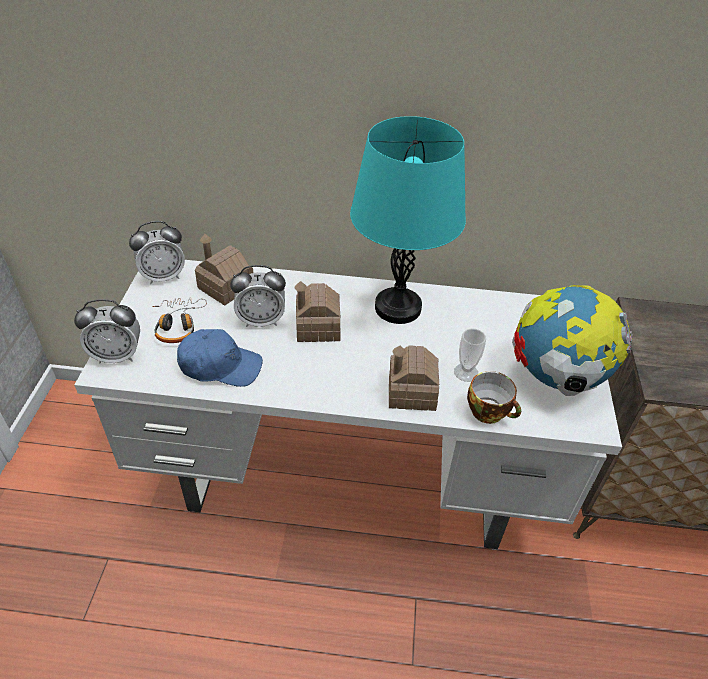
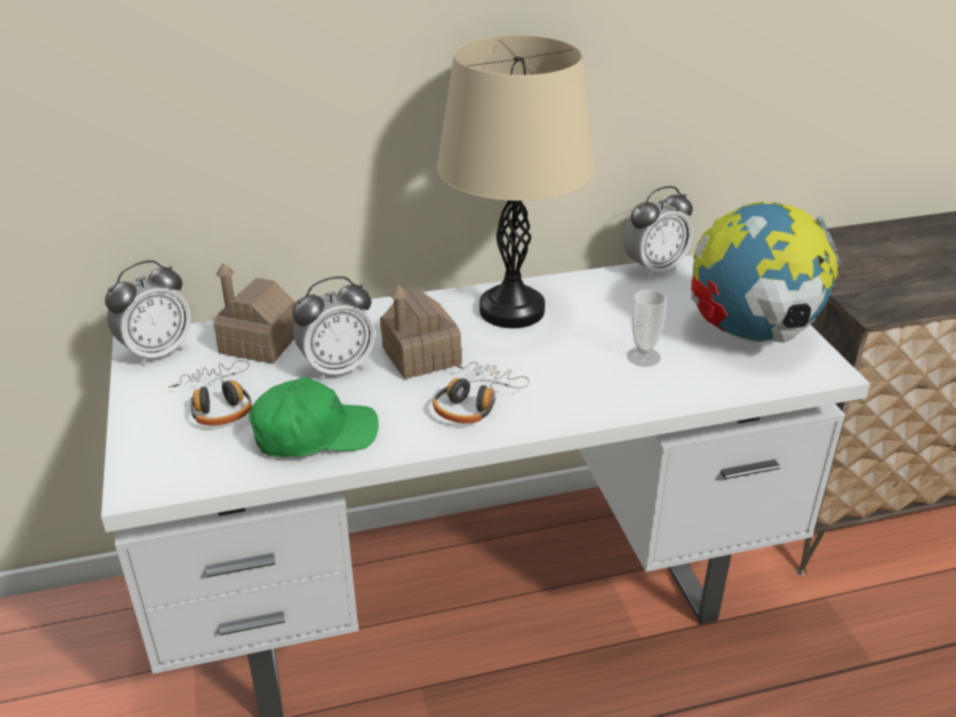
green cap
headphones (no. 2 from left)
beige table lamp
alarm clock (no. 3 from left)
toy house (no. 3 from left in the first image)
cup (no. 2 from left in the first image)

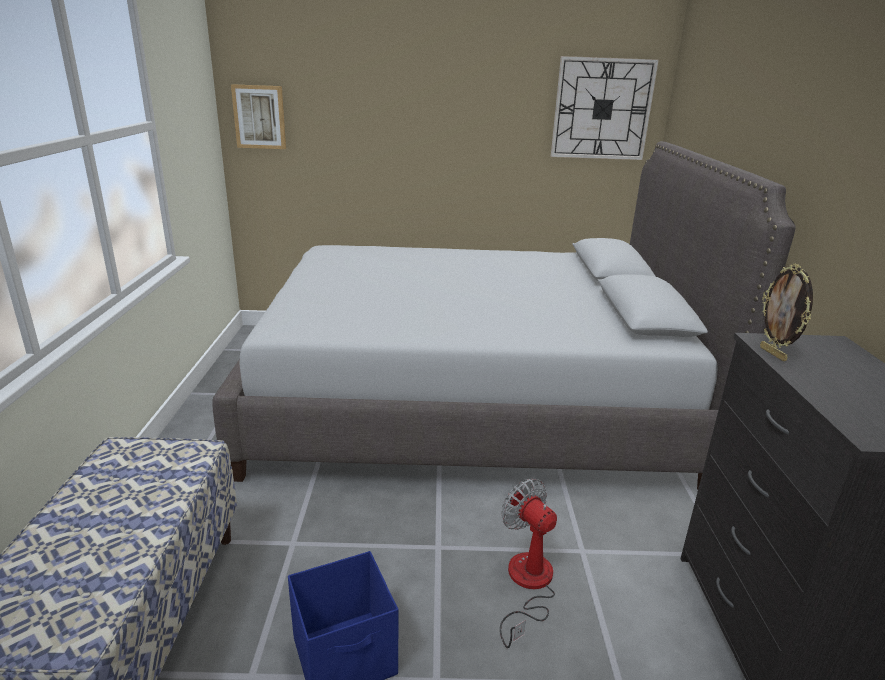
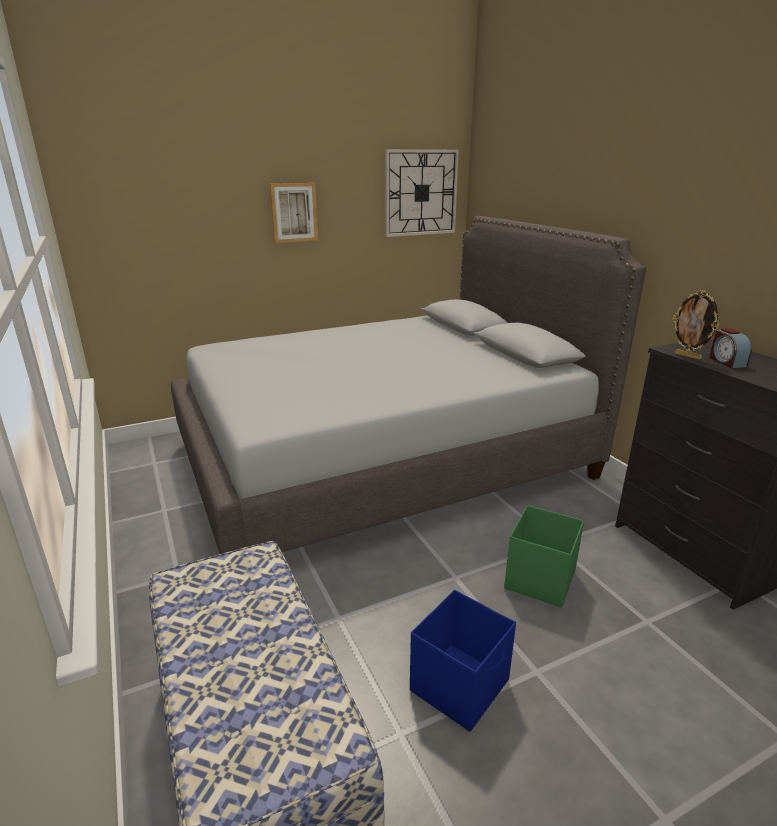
picture
green storage box
alarm clock

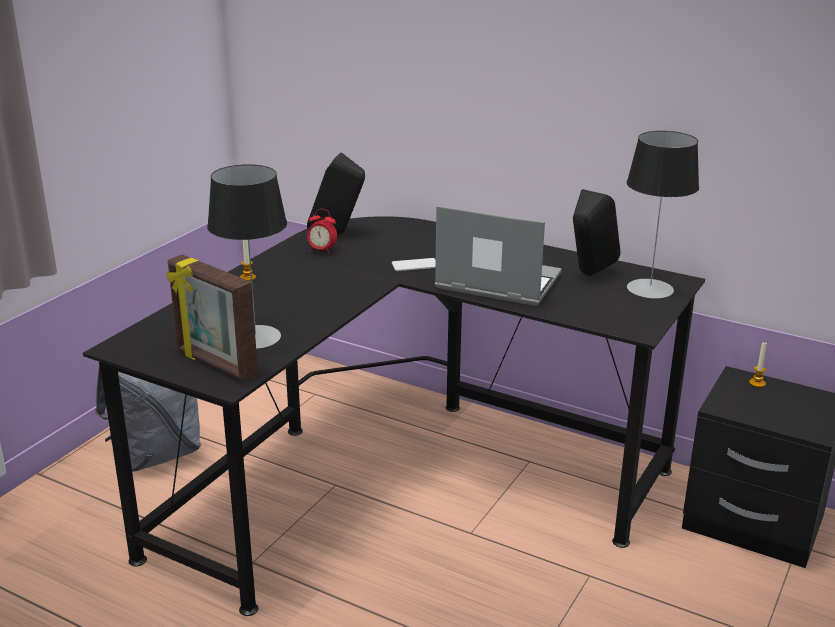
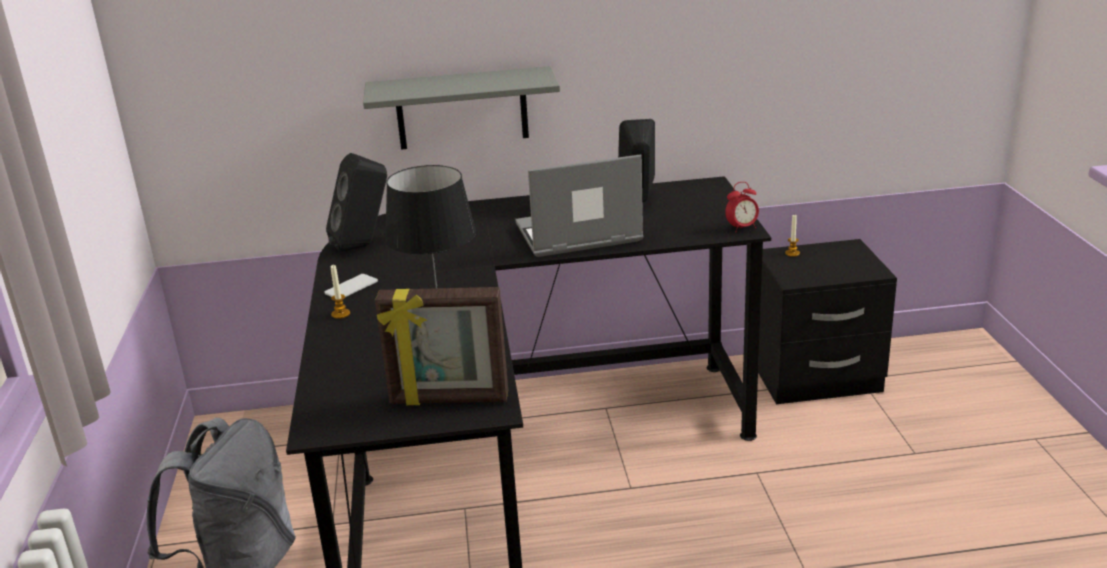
phone
grey shelf
alarm clock
table lamp (no. 2 from left in the first image)

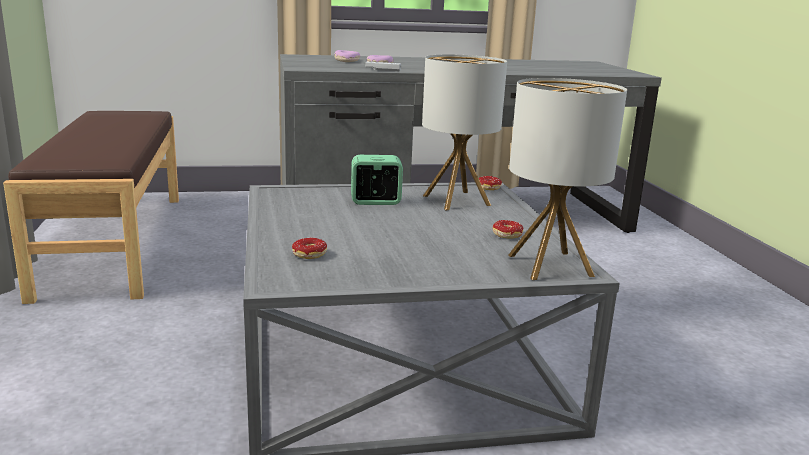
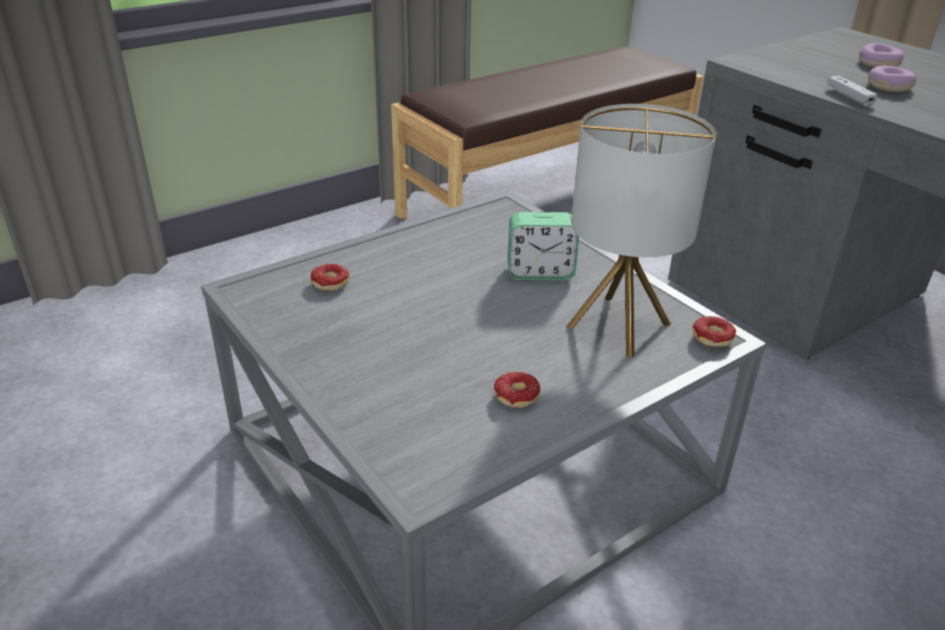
alarm clock
table lamp (no. 2 from left in the first image)

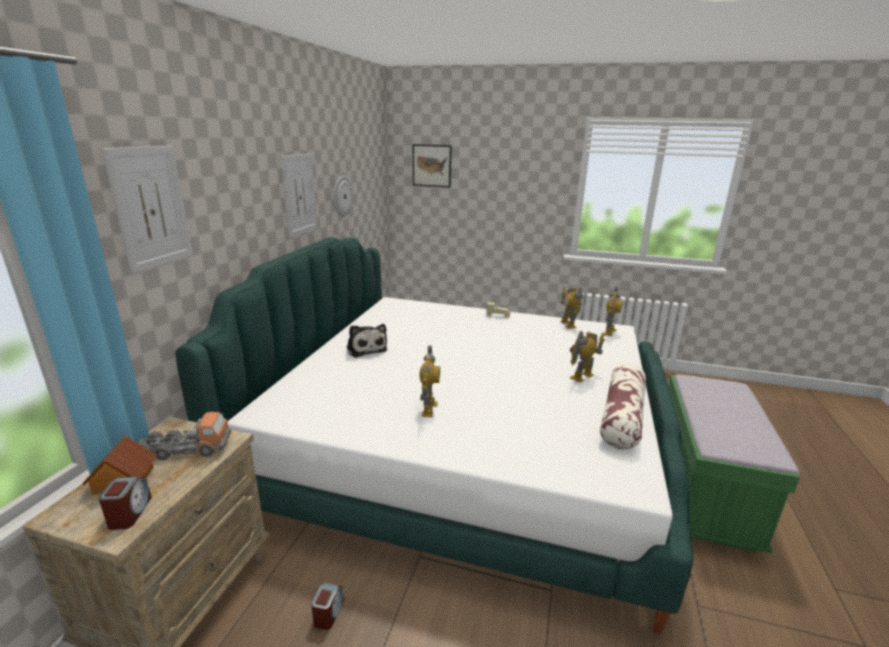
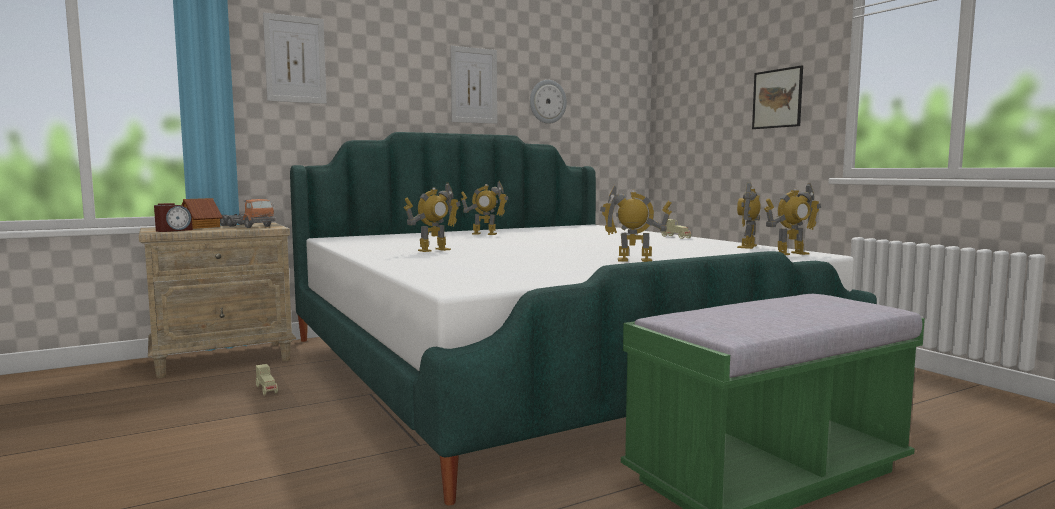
beige toy car (no. 1 from left)
toy robot (no. 2 from left)
picture (no. 3 from left)
pillow

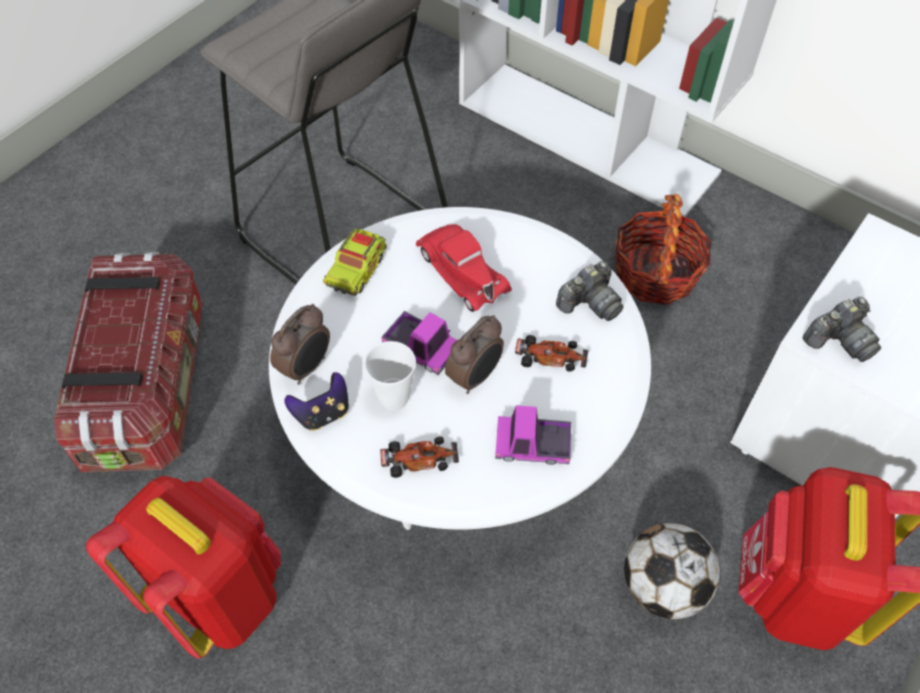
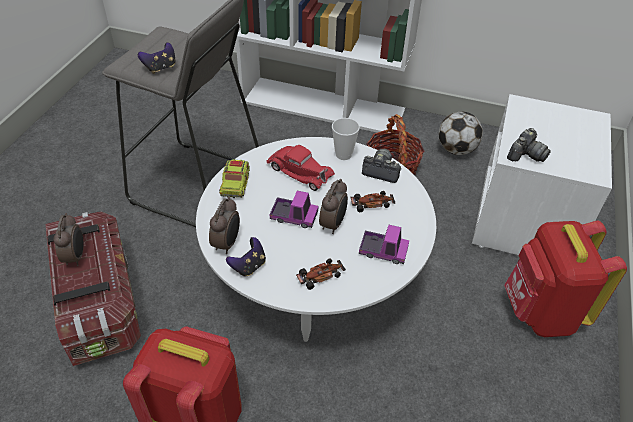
alarm clock (no. 1 from left)
game controller (no. 1 from left)
cup
toy truck (no. 3 from left)
photo camera (no. 1 from left)
football

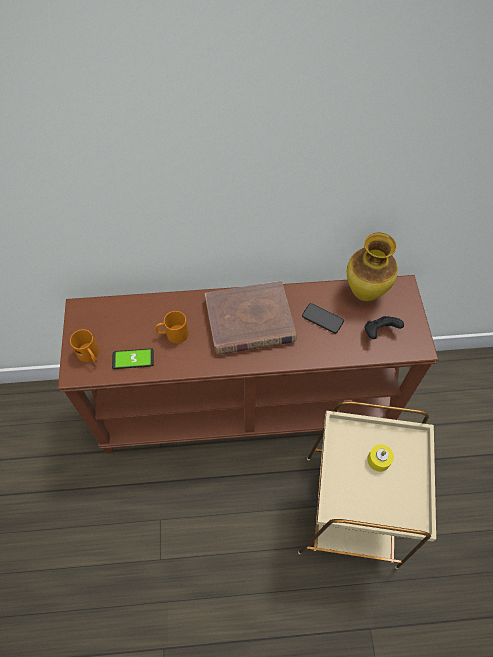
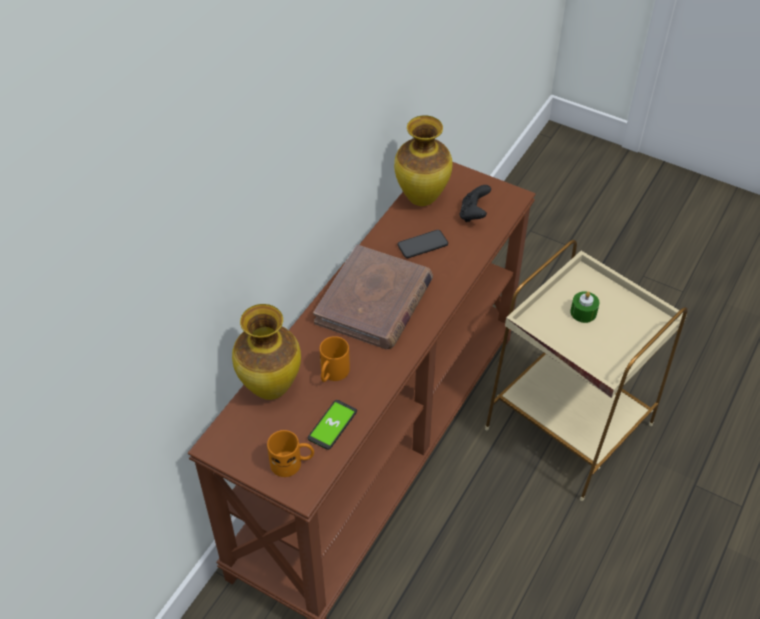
vase (no. 1 from left)
green candle

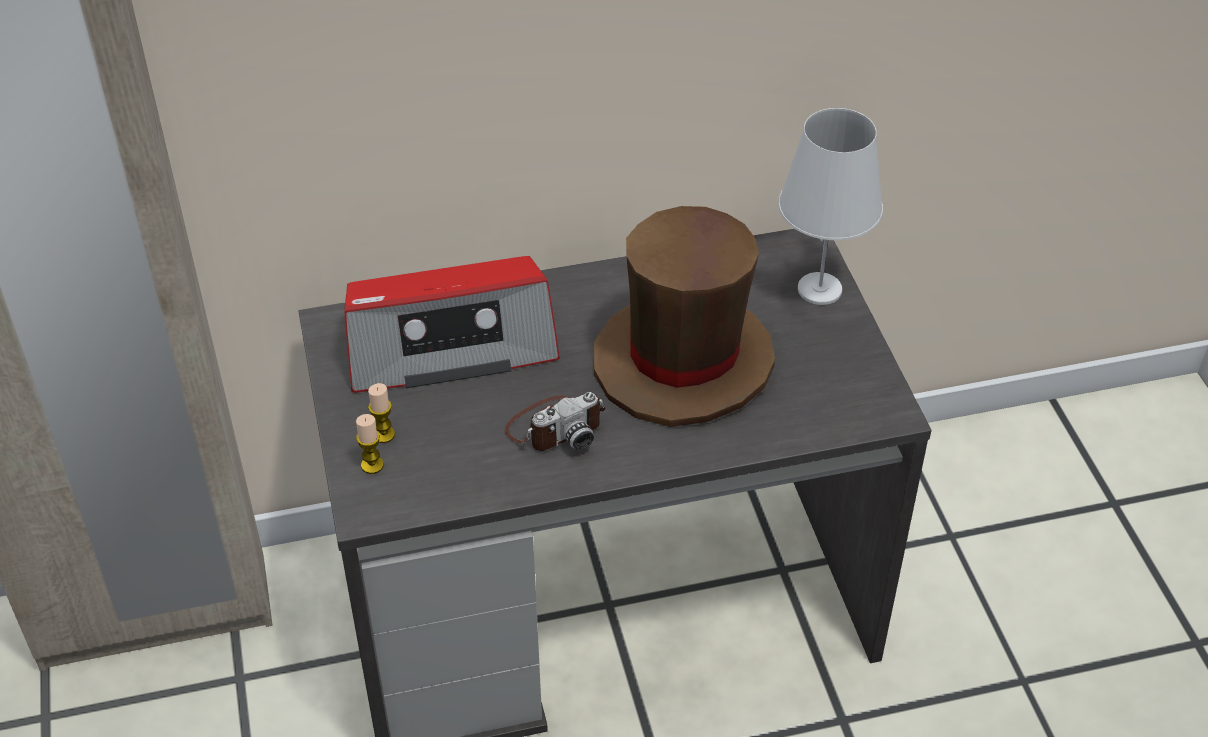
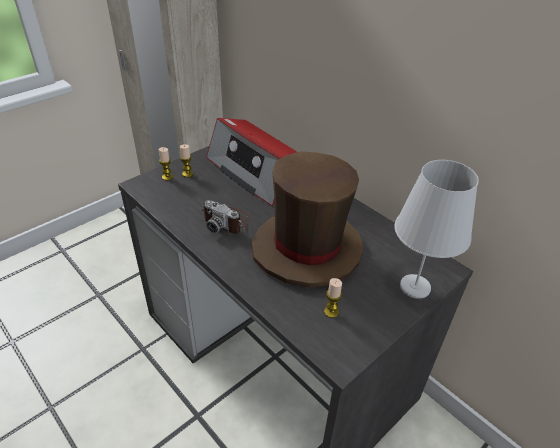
candle (no. 3 from left)

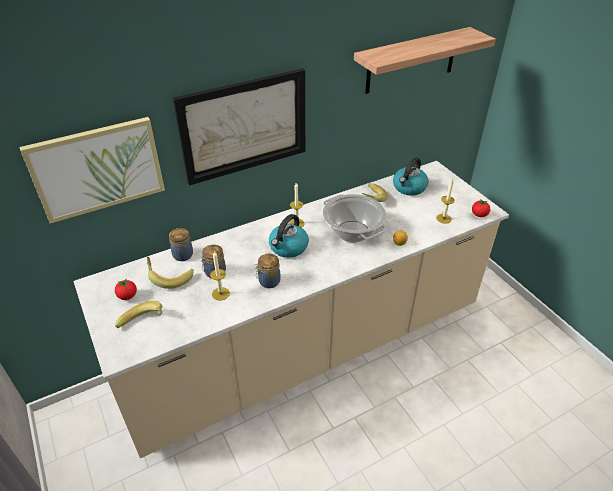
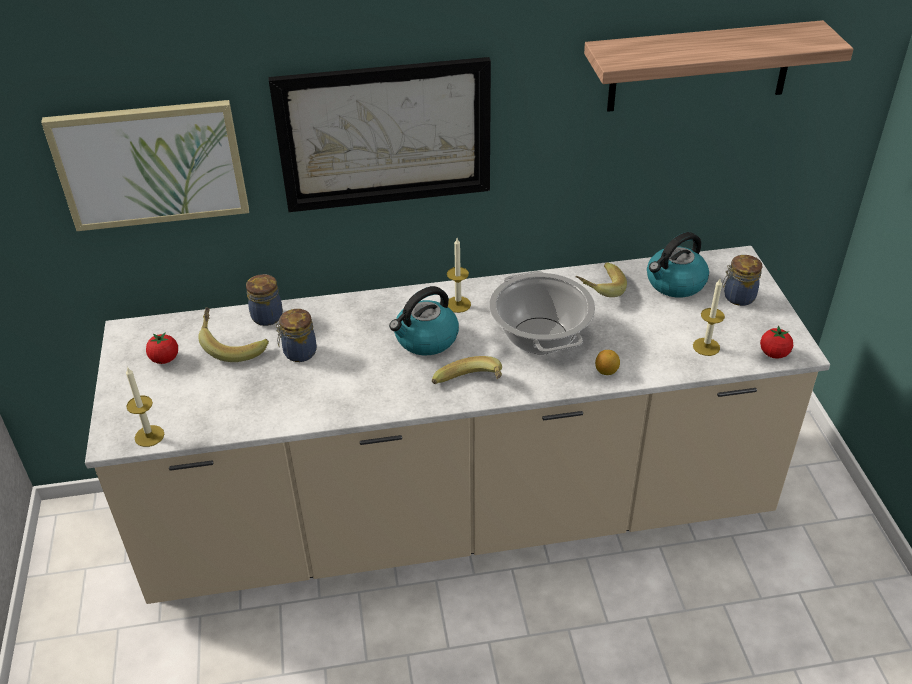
candle (no. 1 from left)
banana (no. 2 from left)
jar (no. 3 from left)

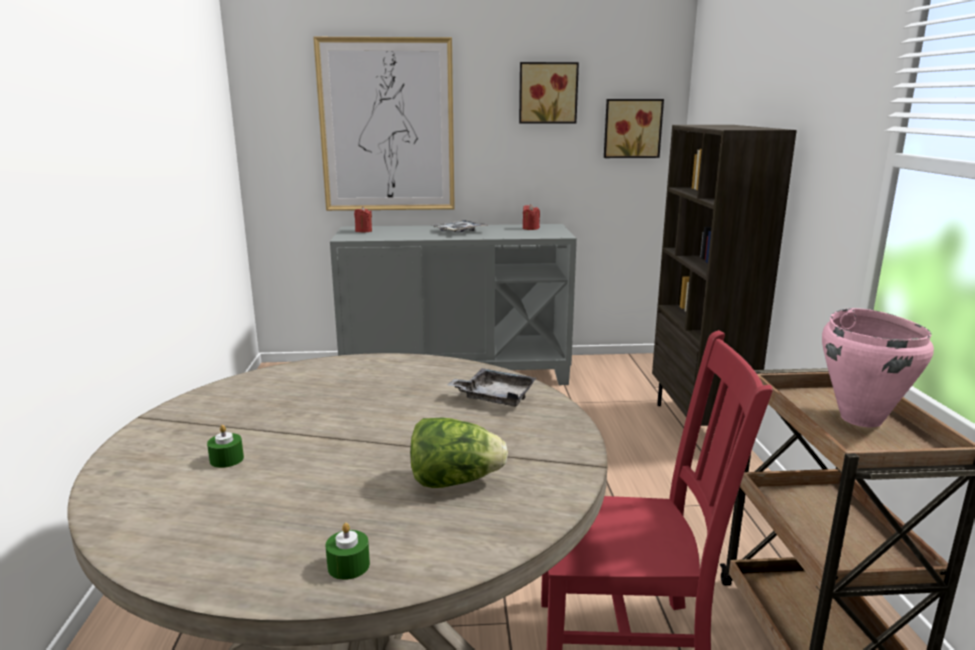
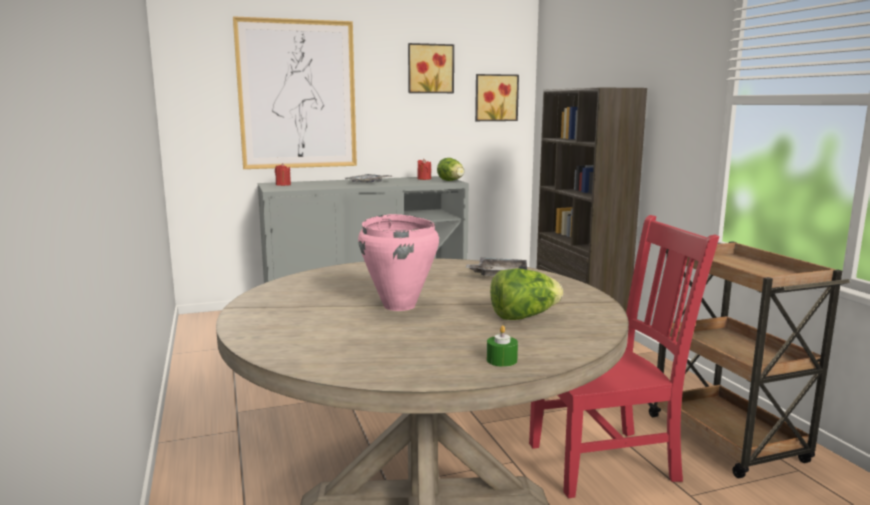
pink cooking pot
lettuce (no. 1 from left)
green candle (no. 1 from left in the first image)

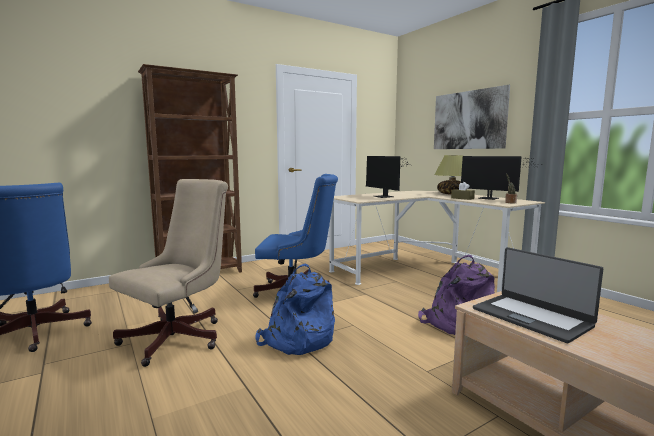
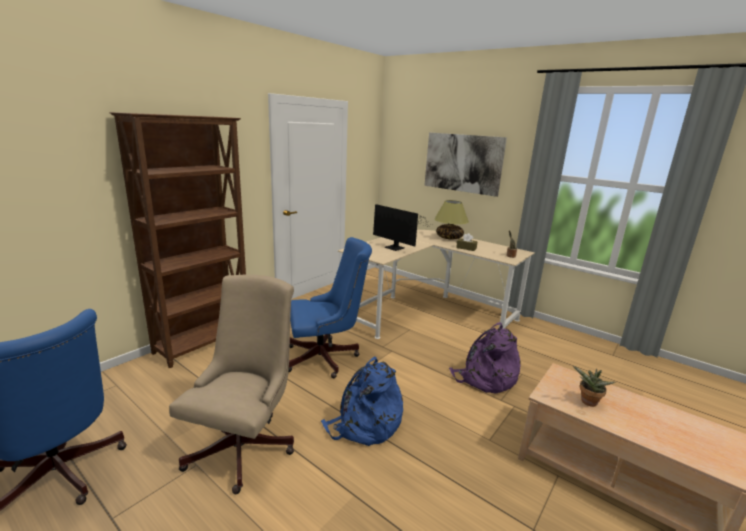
potted plant (no. 2 from left)
monitor (no. 2 from left in the first image)

